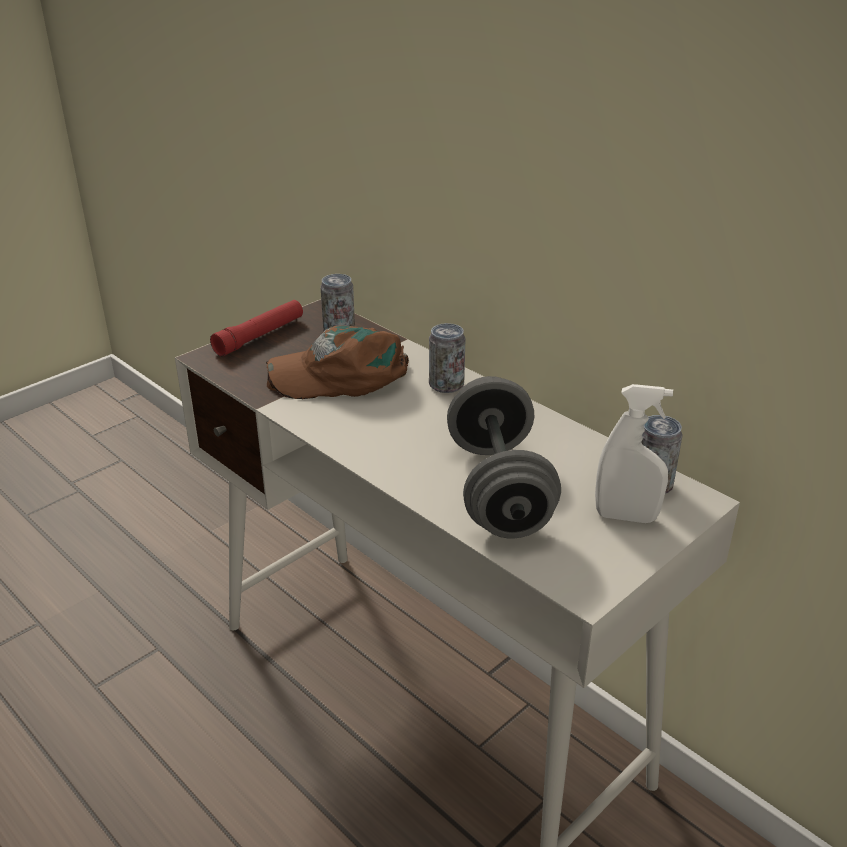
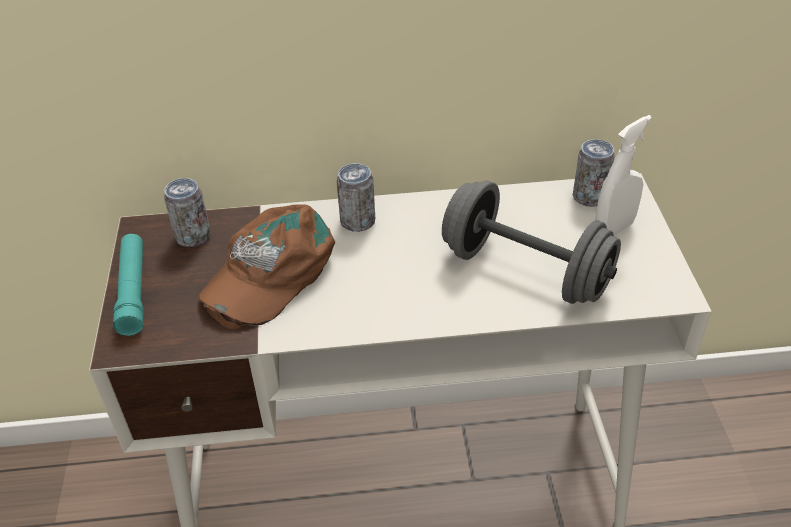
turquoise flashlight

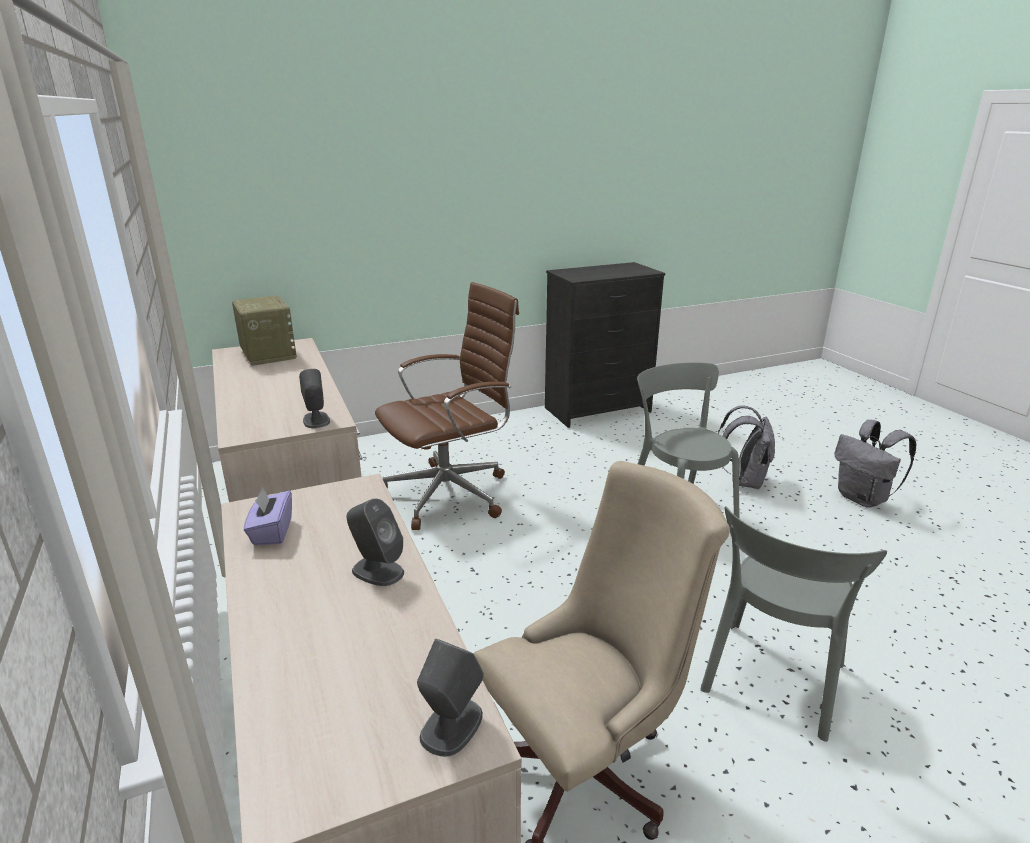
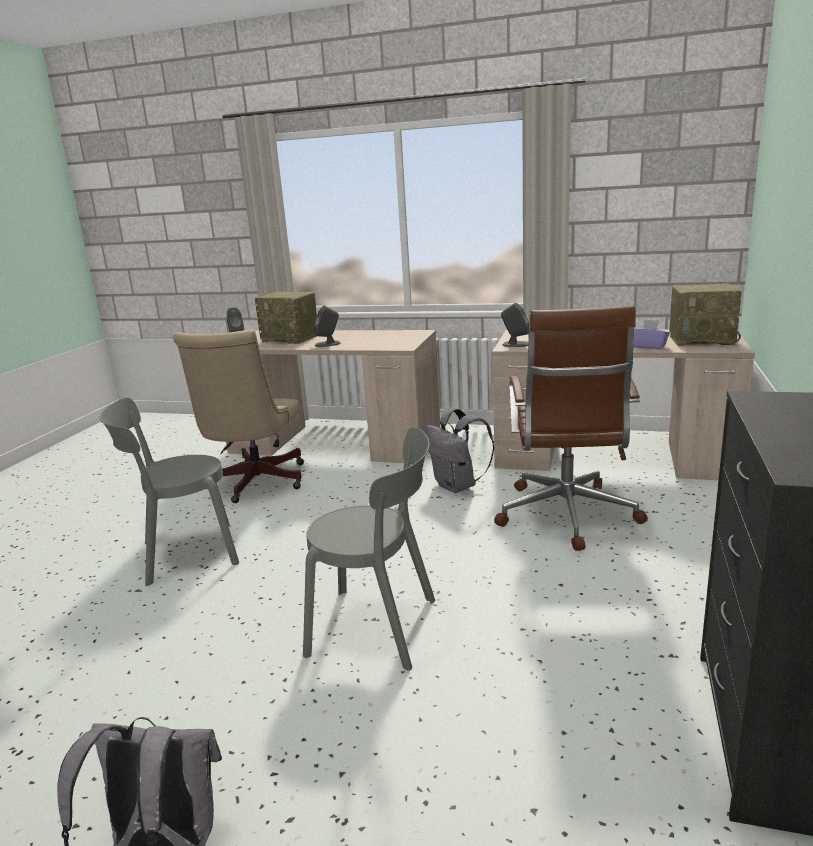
grey chair (no. 1 from left)
radio (no. 1 from left)
grey backpack (no. 2 from left)
purple tissue box

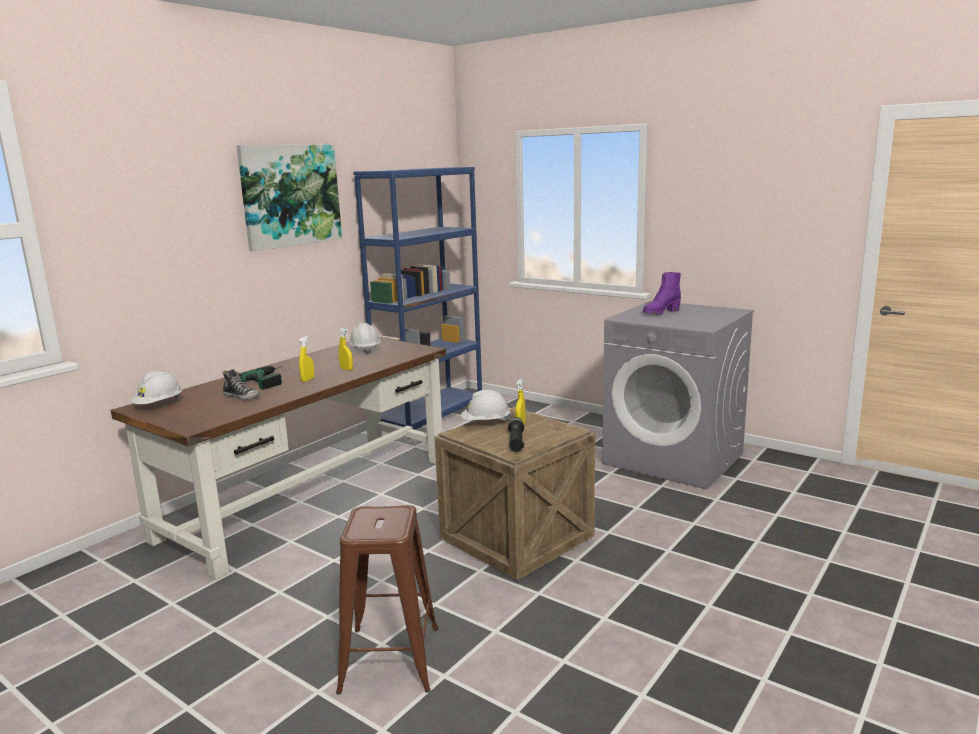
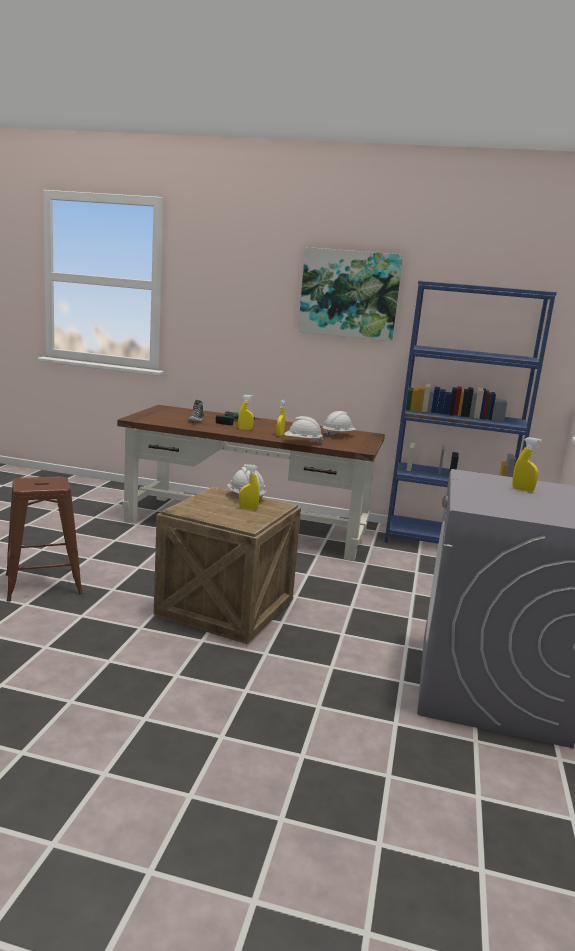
white hard hat (no. 2 from left)
yellow spray bottle (no. 4 from left)
black flashlight

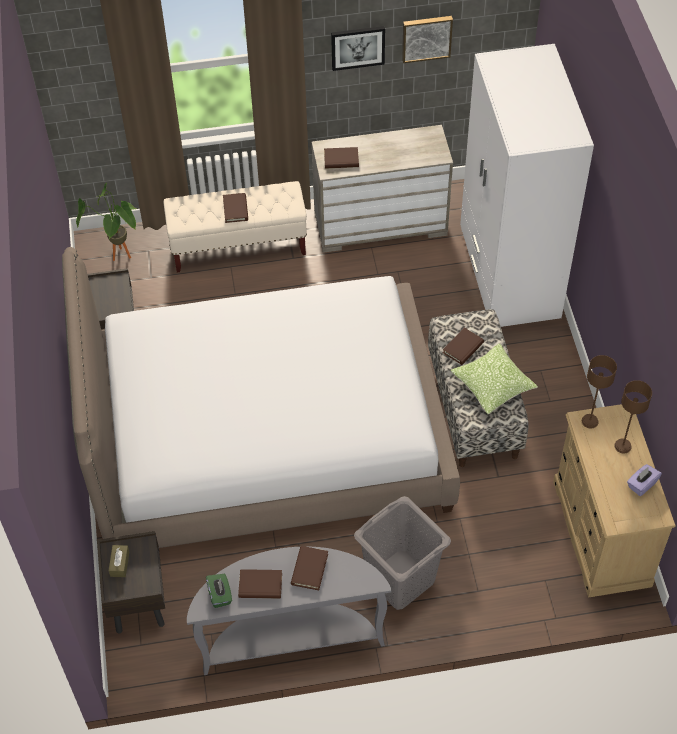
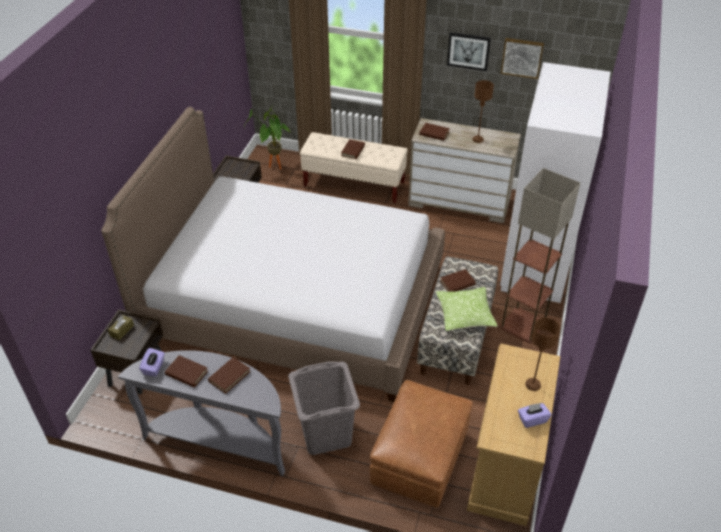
purple tissue box (no. 1 from left)
brown ottoman
brown table lamp (no. 1 from left)
floor lamp

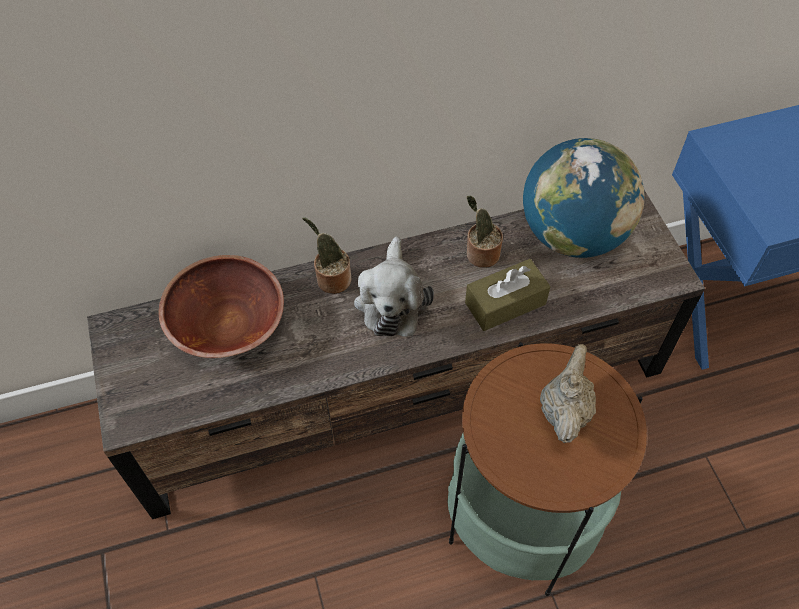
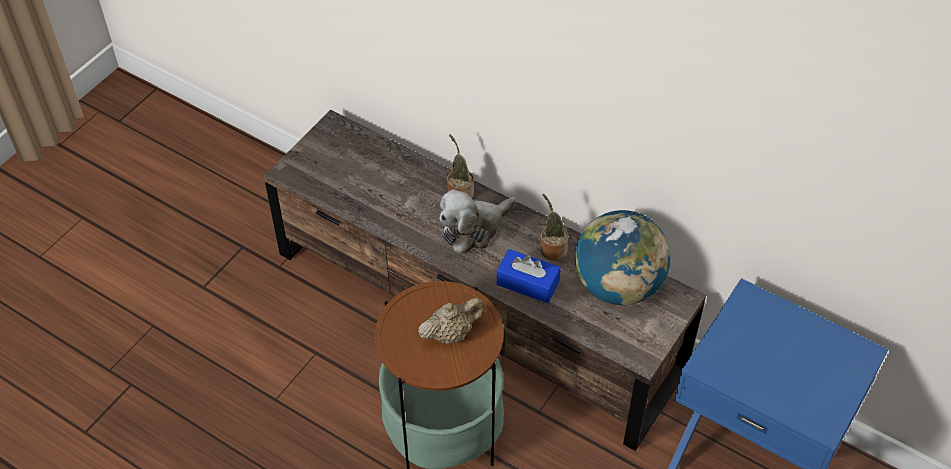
blue tissue box
brown bowl

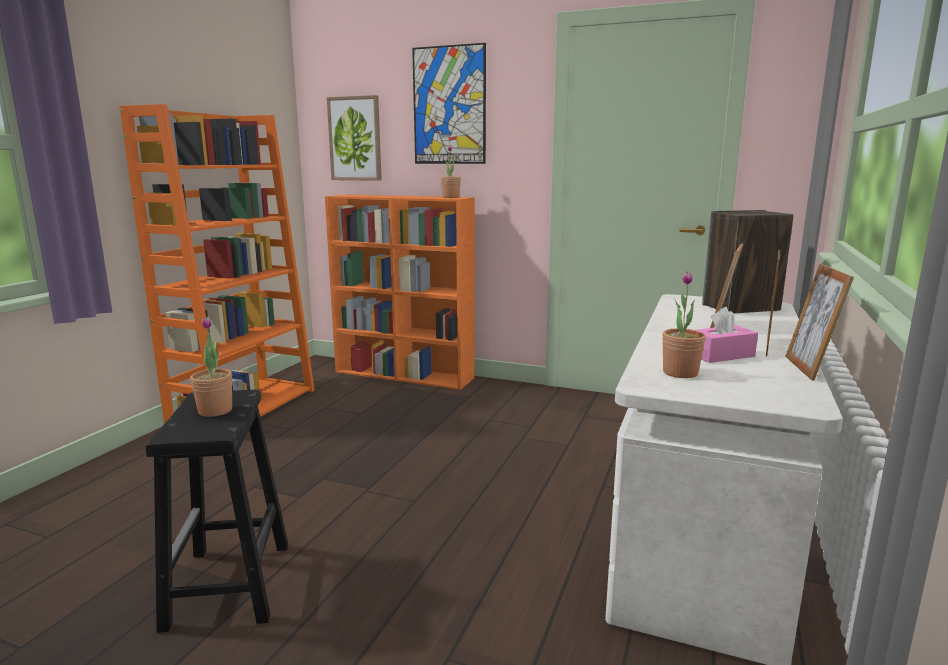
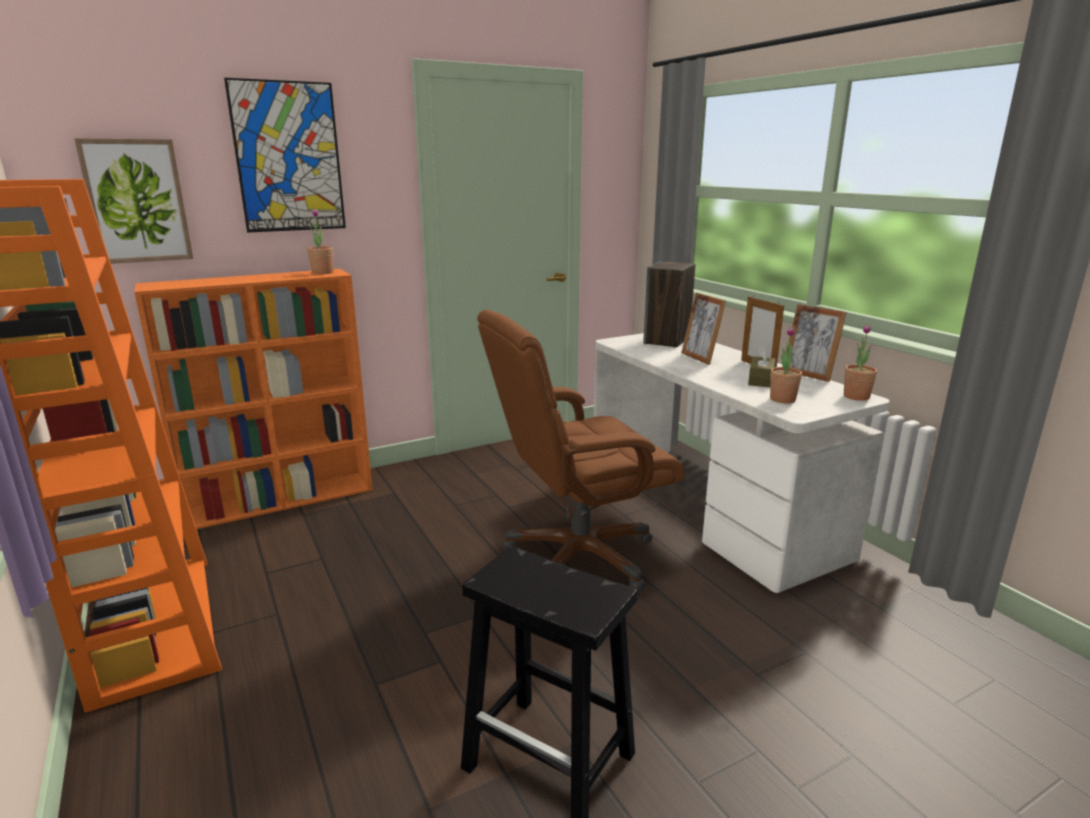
brown office chair
brown tissue box
potted plant (no. 3 from left)

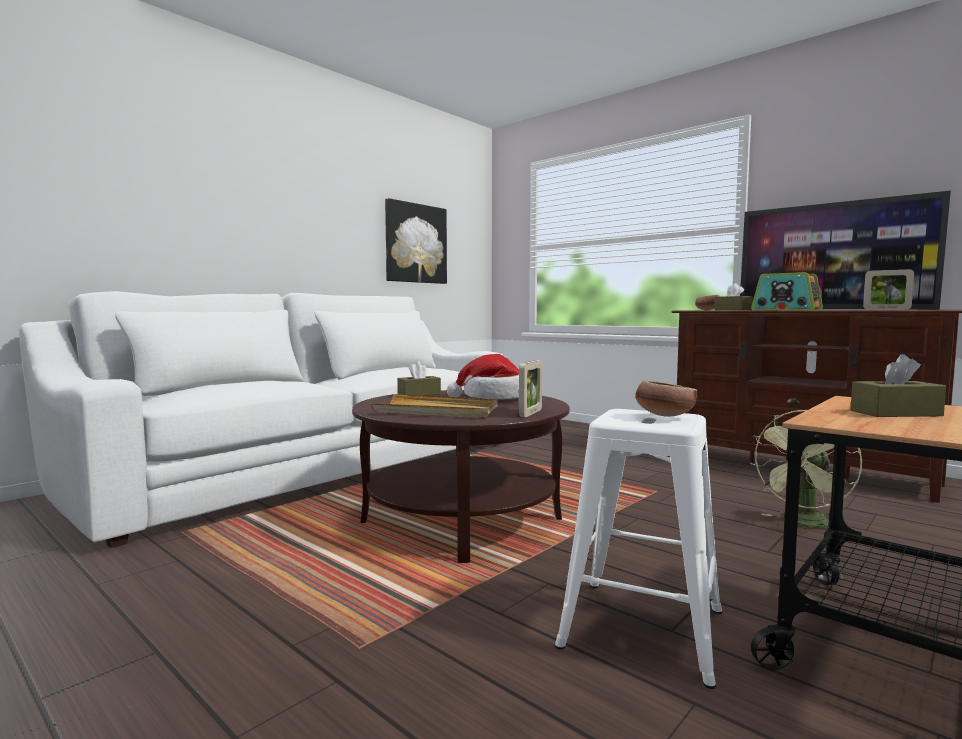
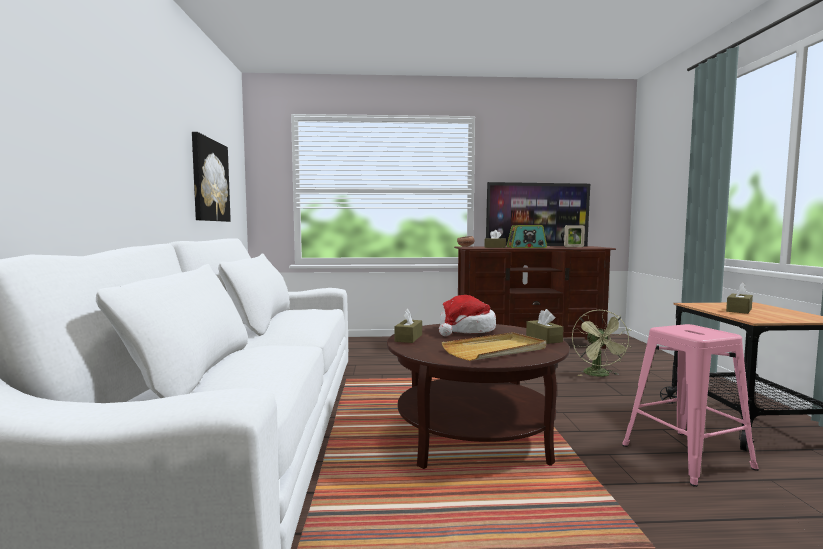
brown tissue box (no. 3 from left)
pink stool
bowl (no. 1 from left in the first image)

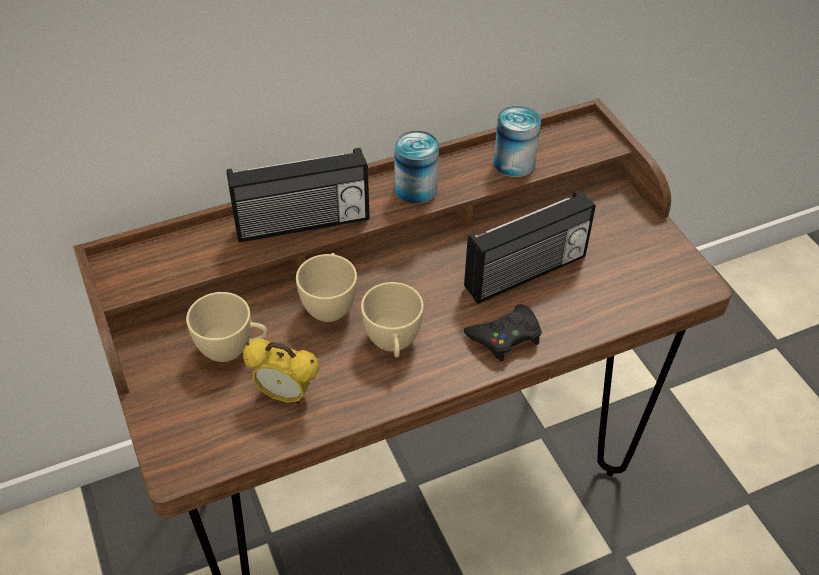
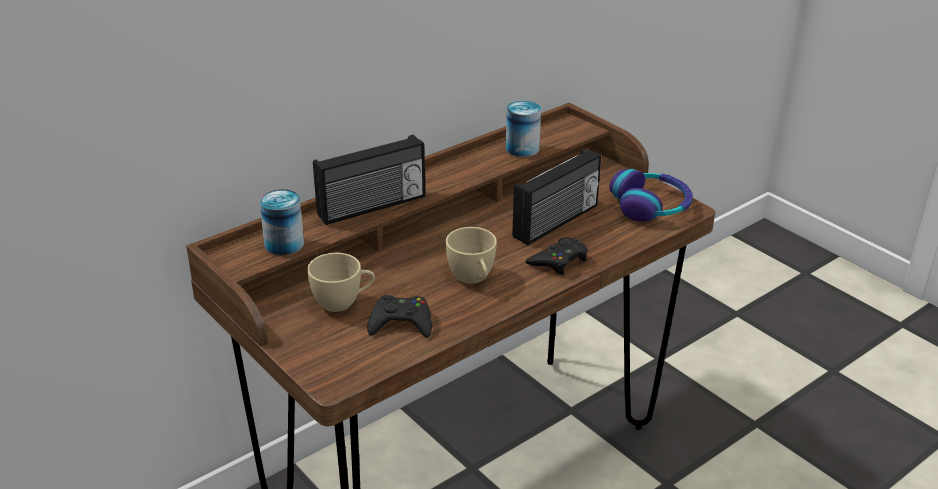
can (no. 1 from left)
black game controller (no. 1 from left)
headphones
beige cup (no. 2 from left in the first image)

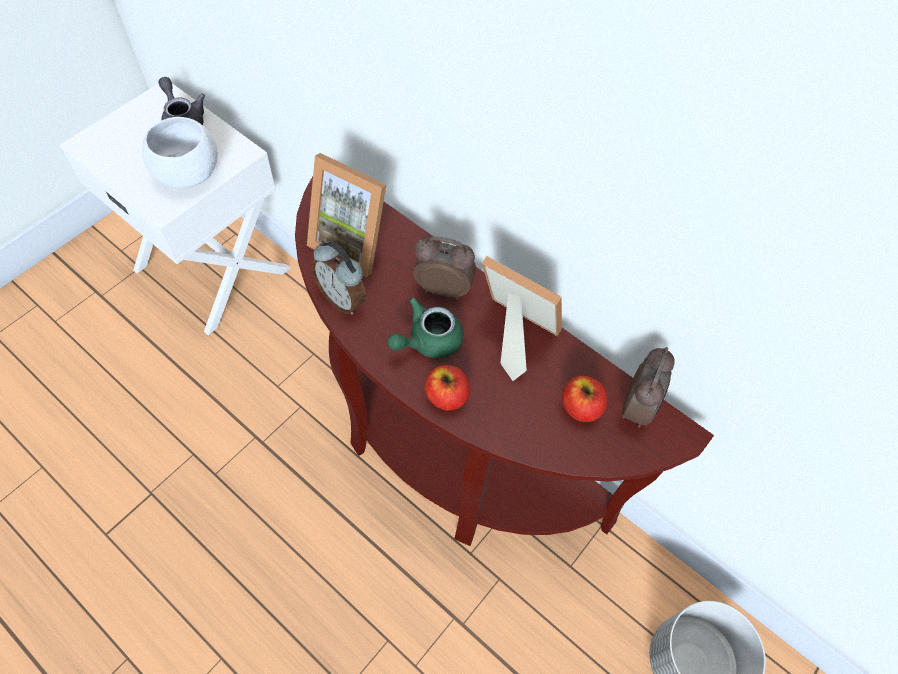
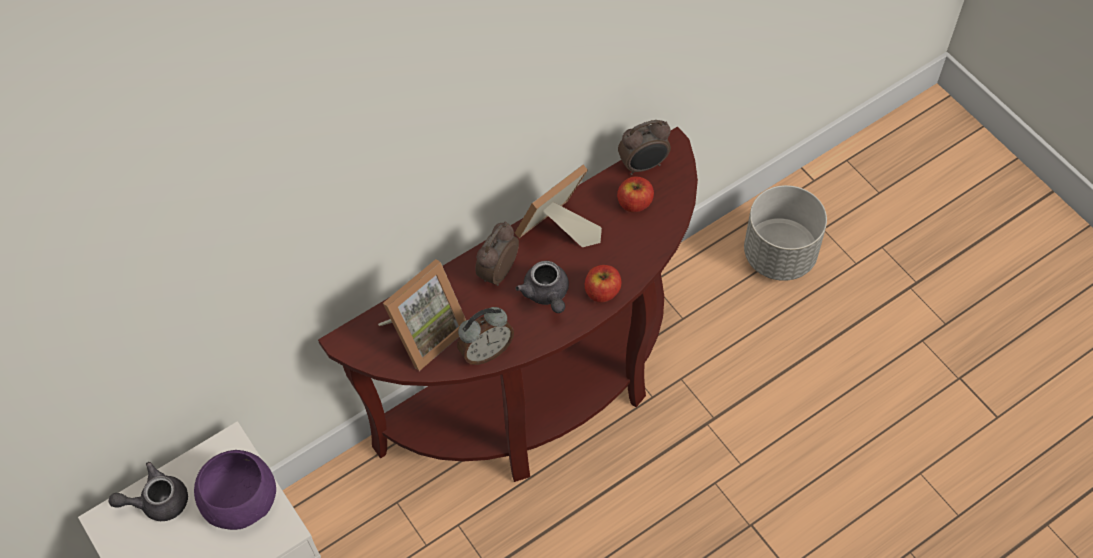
purple bowl
grey teapot (no. 2 from left)
alarm clock (no. 3 from left)

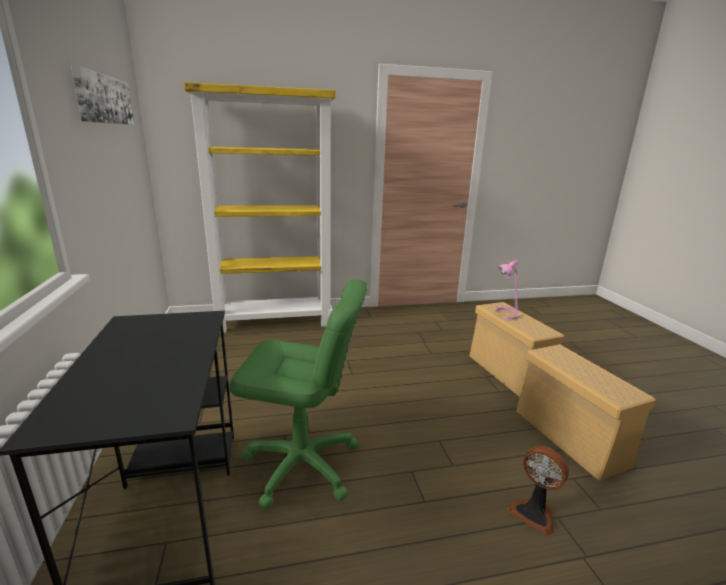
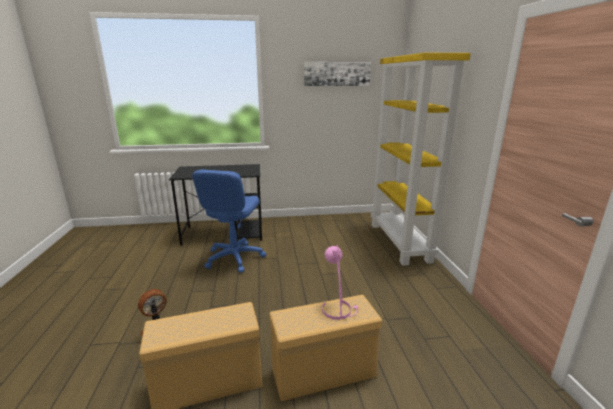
blue office chair

